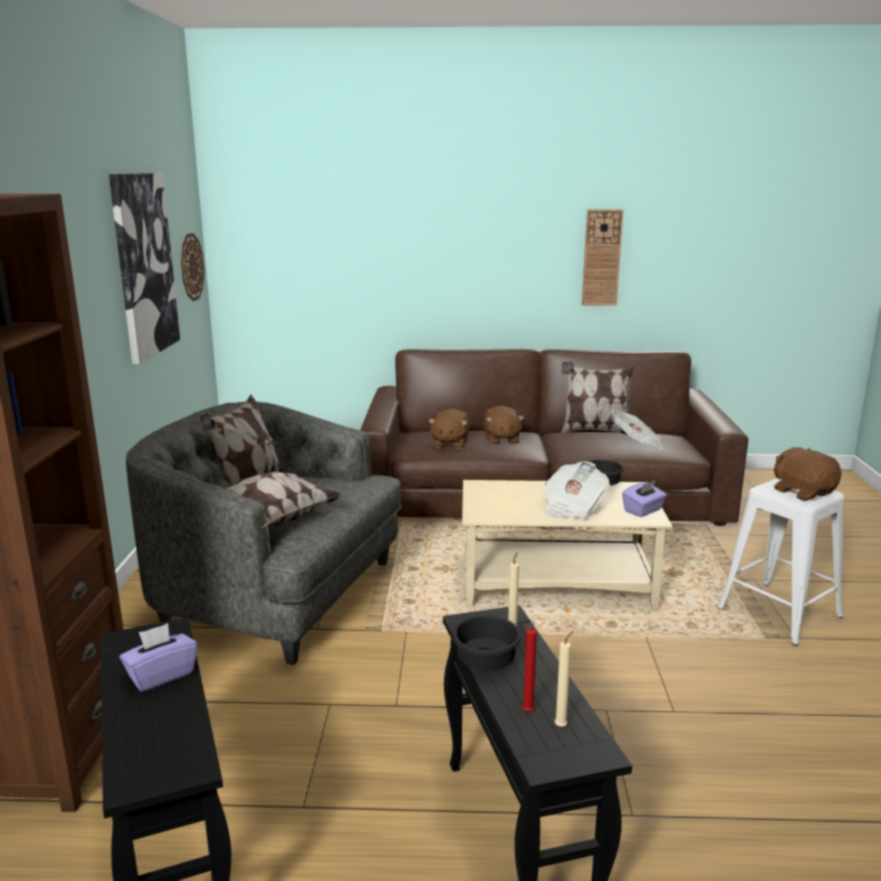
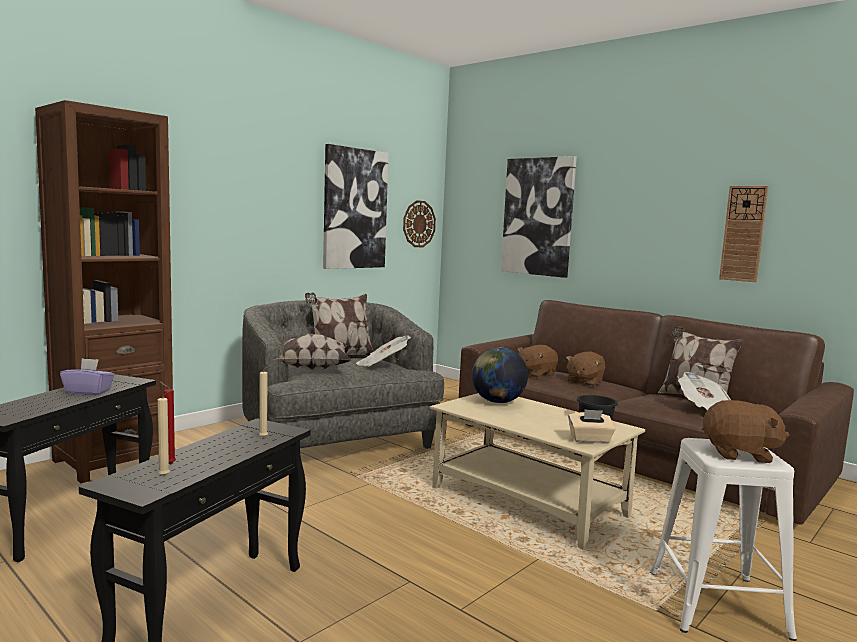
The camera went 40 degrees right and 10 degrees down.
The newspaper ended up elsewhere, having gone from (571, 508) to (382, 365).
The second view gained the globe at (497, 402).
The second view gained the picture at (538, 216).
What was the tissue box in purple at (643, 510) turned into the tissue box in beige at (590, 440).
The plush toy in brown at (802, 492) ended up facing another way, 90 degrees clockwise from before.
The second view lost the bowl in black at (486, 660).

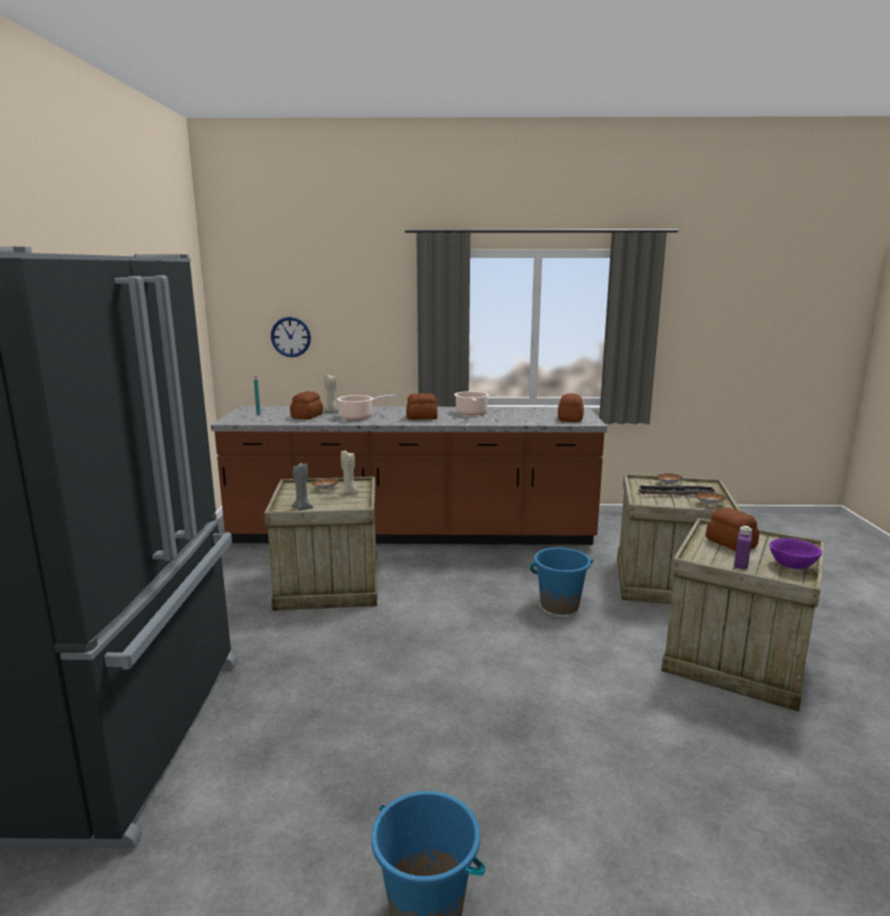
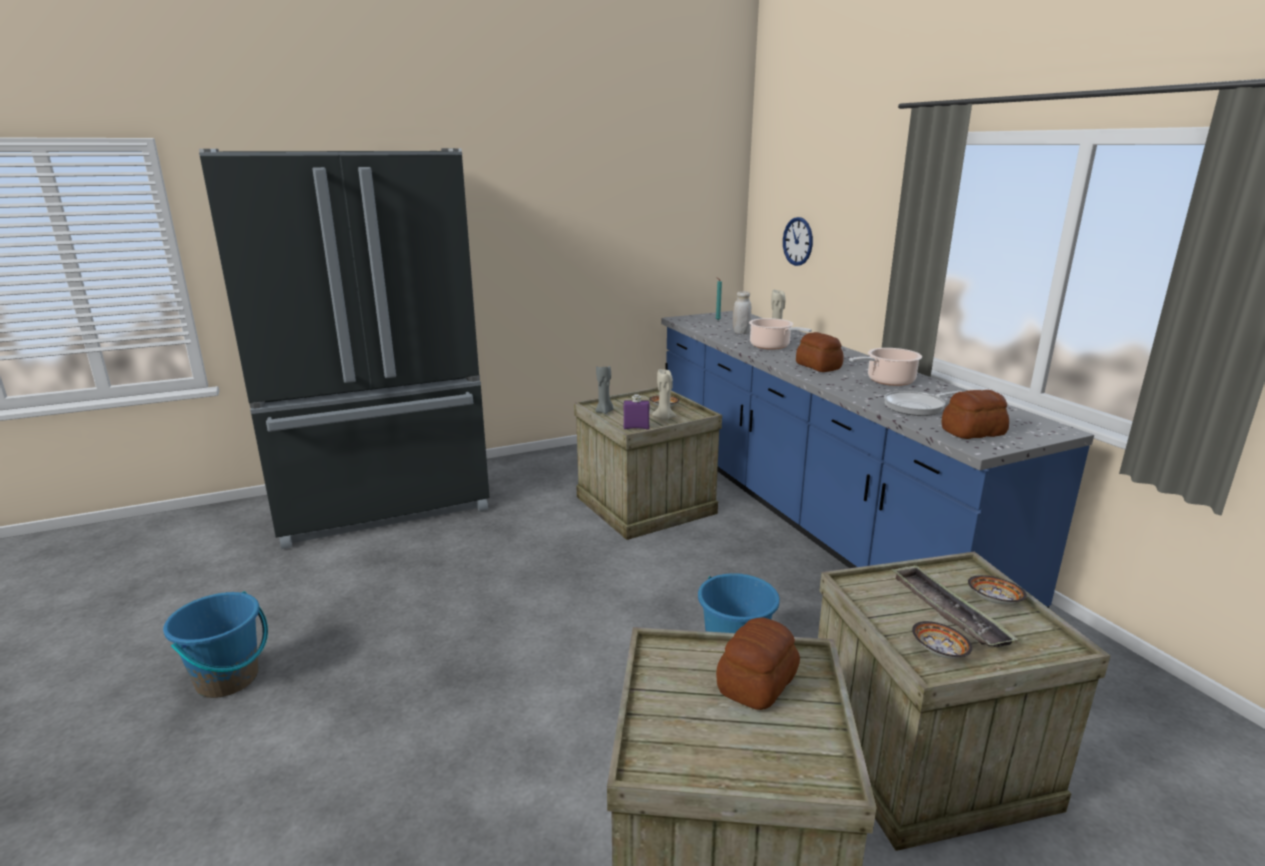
The camera went 65 degrees right and 5 degrees up.
The bottle in purple ended up elsewhere, having gone from (741, 563) to (636, 427).
What was the counter in brown at (412, 534) turned into the counter in blue at (808, 513).
Where the bread stood at (307, 416), the jar in white came to stand at (741, 332).
The second view gained the frying pan at (917, 407).
The second view lost the bowl in purple at (793, 566).

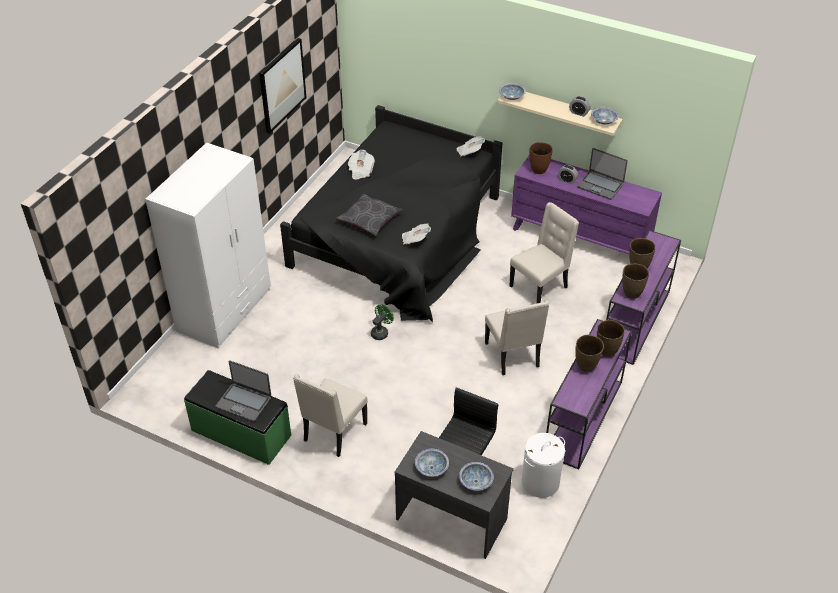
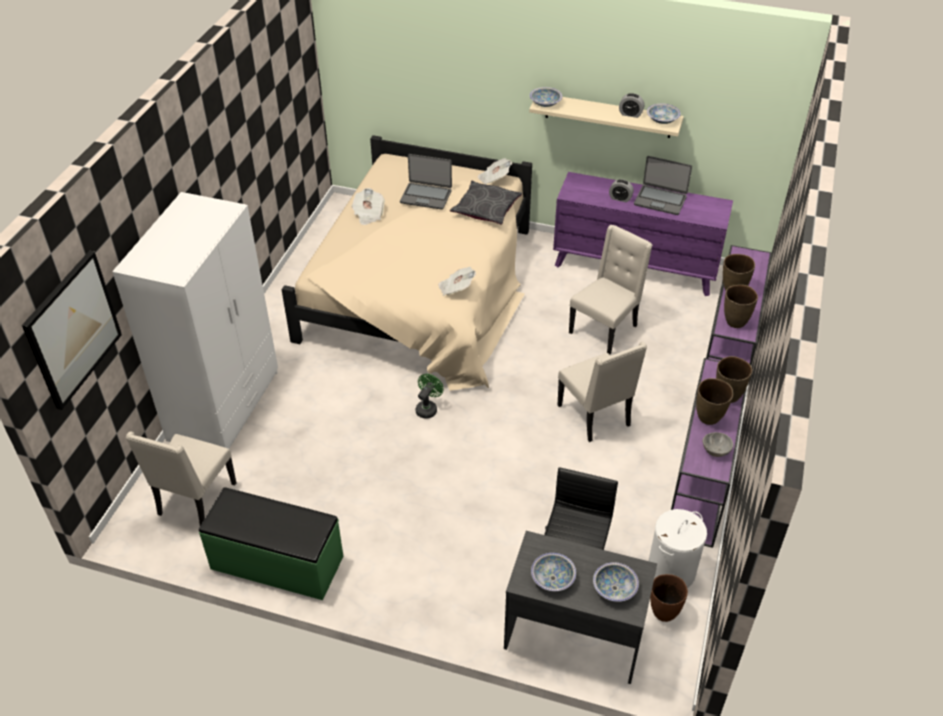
The camera went 10 degrees left and 0 degrees up.
The picture ended up elsewhere, having gone from (282, 85) to (72, 329).
The chair in beige ended up elsewhere, having gone from (334, 433) to (195, 500).
What was the bed in black at (399, 236) turned into the bed in beige at (422, 289).
The laptop ended up elsewhere, having gone from (244, 402) to (426, 196).
The pillow in grey ended up elsewhere, having gone from (369, 219) to (486, 209).
The vase in brown ended up elsewhere, having gone from (538, 170) to (663, 612).
The second view gained the bowl in grey at (715, 451).

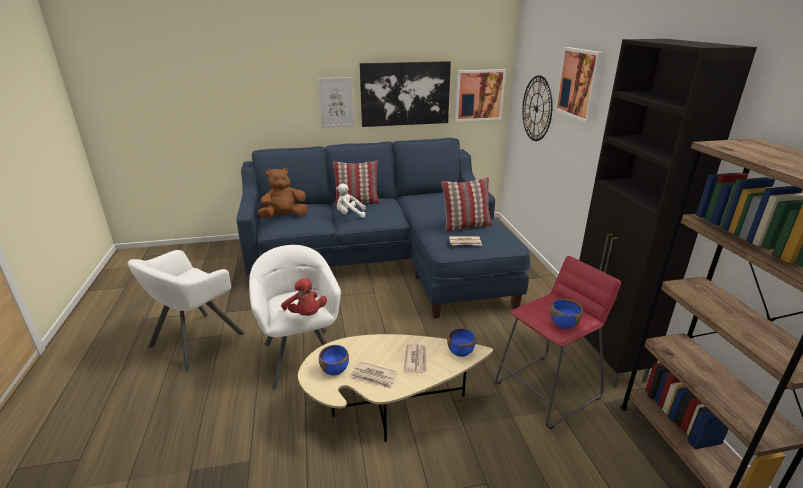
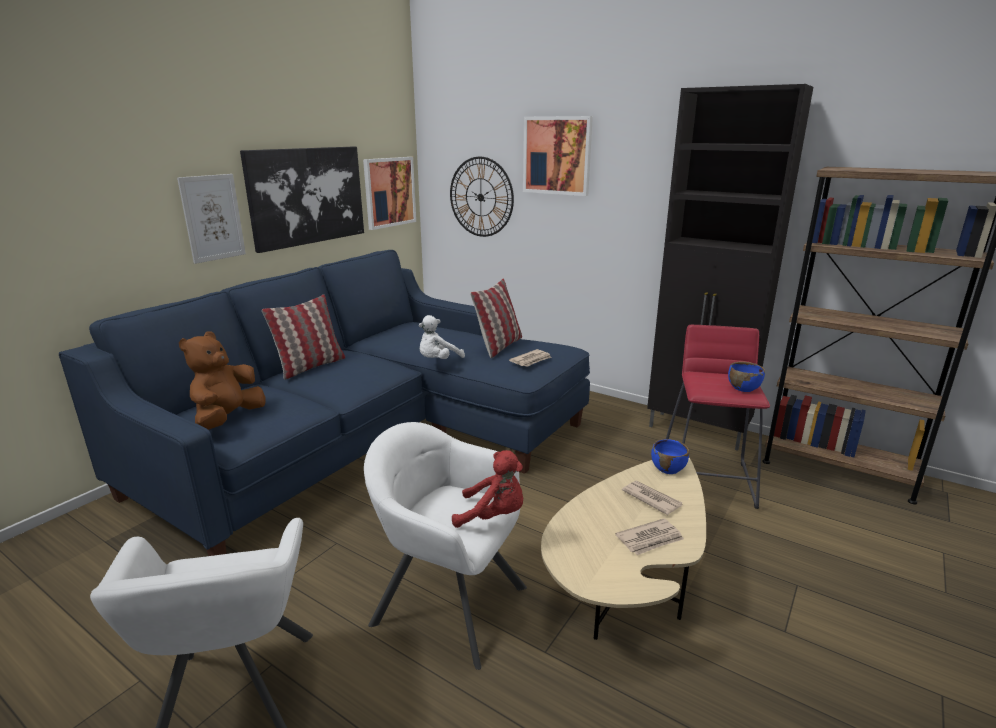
The camera went 45 degrees left and 5 degrees down.
The plush toy in white ended up elsewhere, having gone from (349, 214) to (438, 361).
The second view lost the bowl in blue at (335, 369).

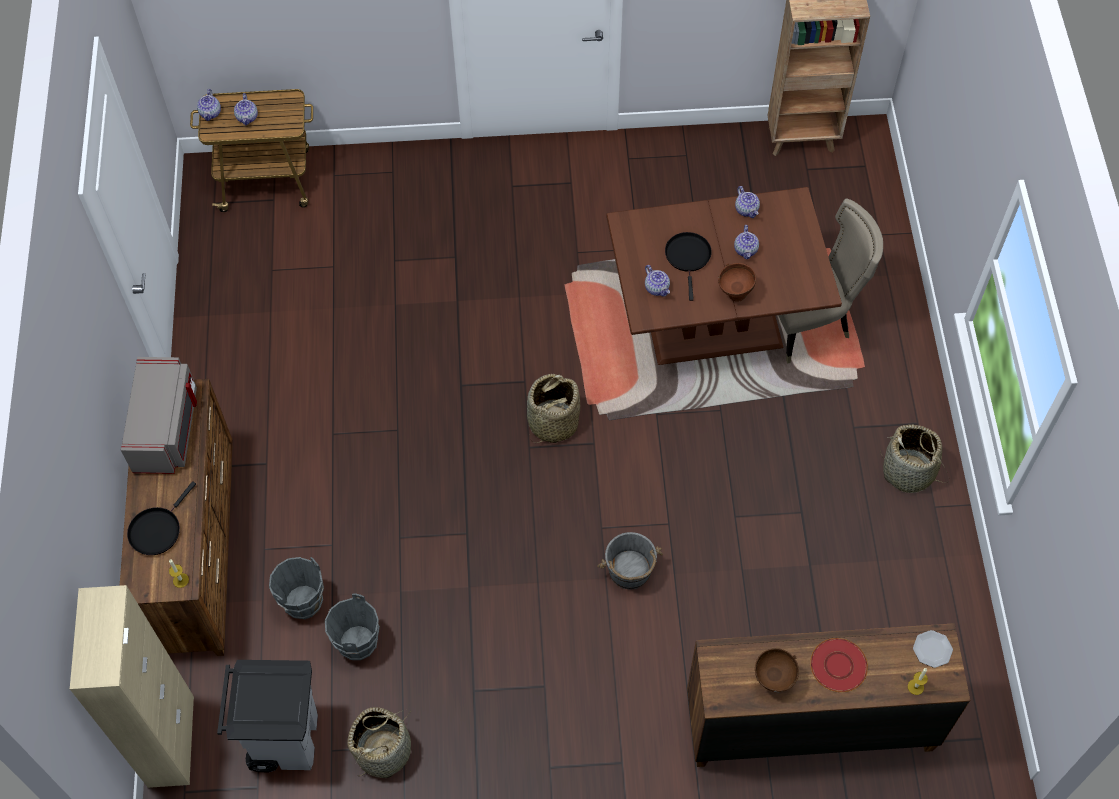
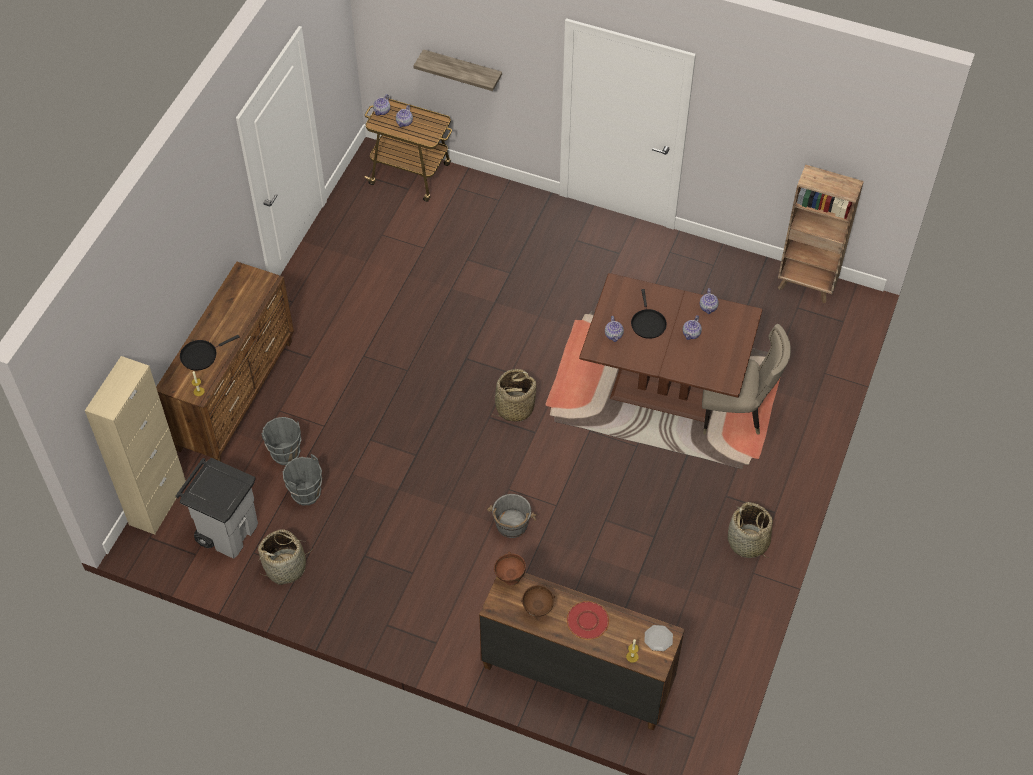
The camera went 25 degrees right and 5 degrees down.
The second view gained the shelf at (462, 70).
The bowl in brown ended up elsewhere, having gone from (735, 295) to (510, 579).
The frying pan in black at (688, 257) ended up facing another way, 150 degrees clockwise from before.
The second view lost the microwave in grey at (167, 429).

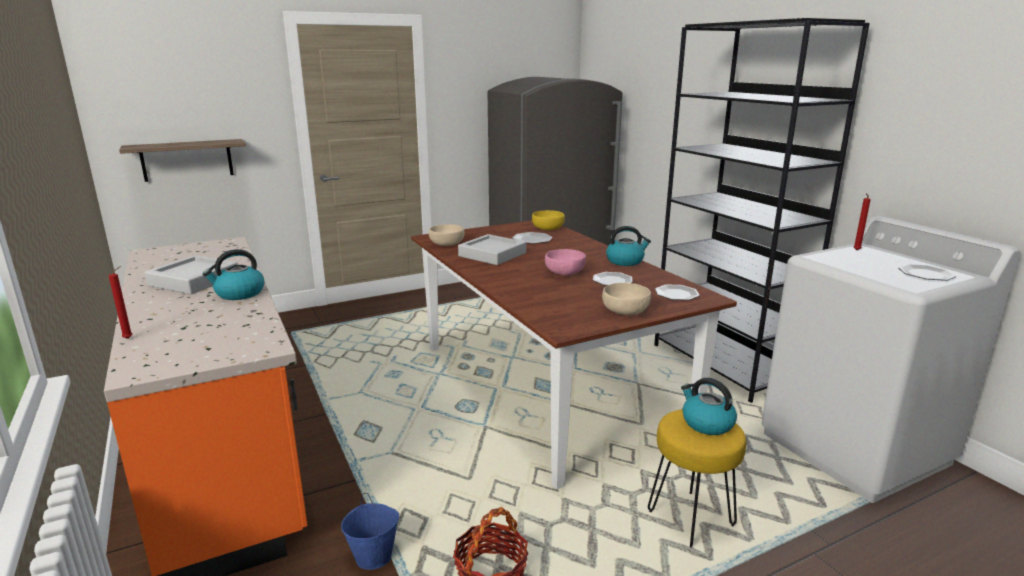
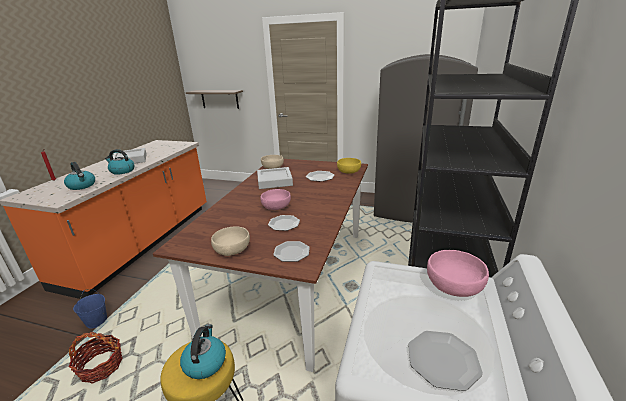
The camera went 45 degrees right and 5 degrees up.
The kettle ended up elsewhere, having gone from (625, 261) to (82, 186).
Where the candle in red stood at (856, 250), the bowl in pink came to stand at (453, 285).

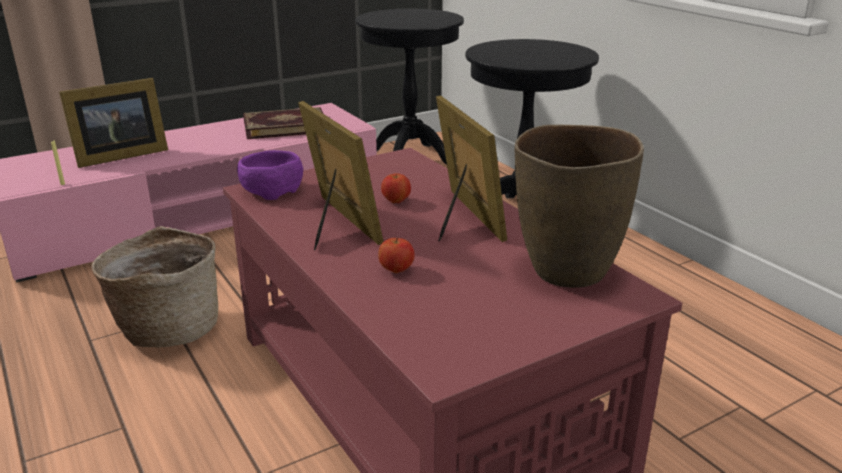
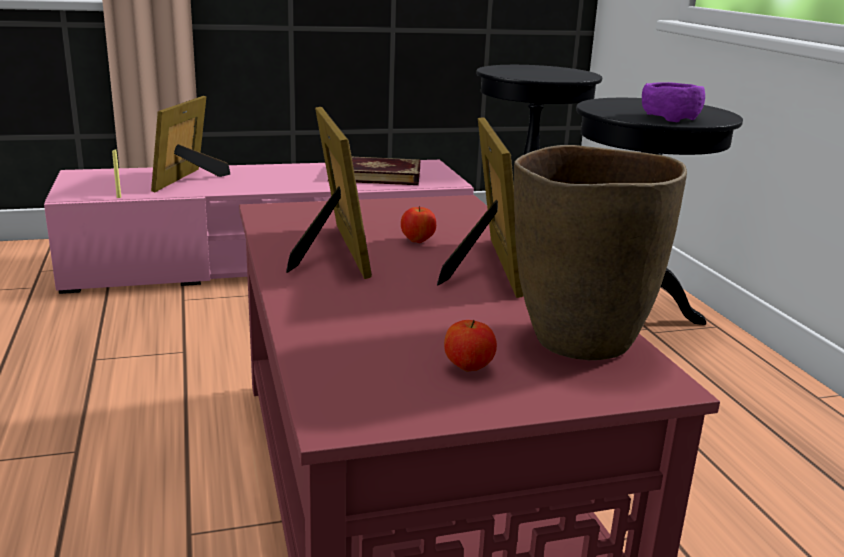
The camera went 15 degrees right and 5 degrees down.
The picture frame at (118, 156) ended up facing another way, 120 degrees clockwise from before.
The apple ended up elsewhere, having gone from (396, 270) to (468, 368).
The bowl in purple ended up elsewhere, having gone from (271, 190) to (668, 118).
The second view lost the basket at (168, 328).

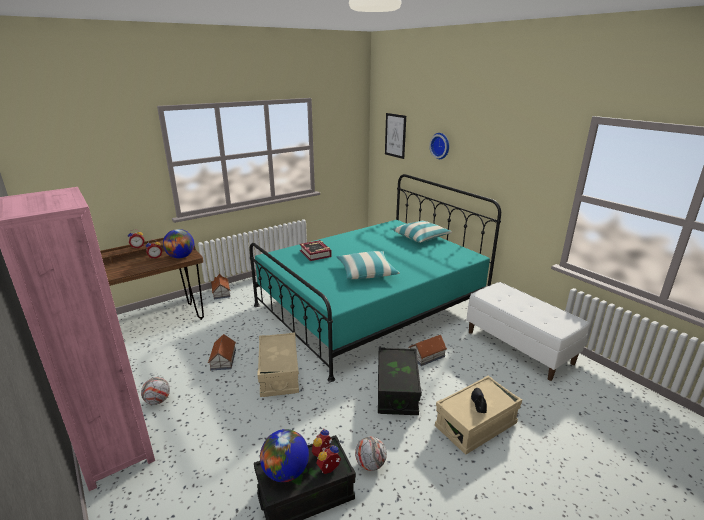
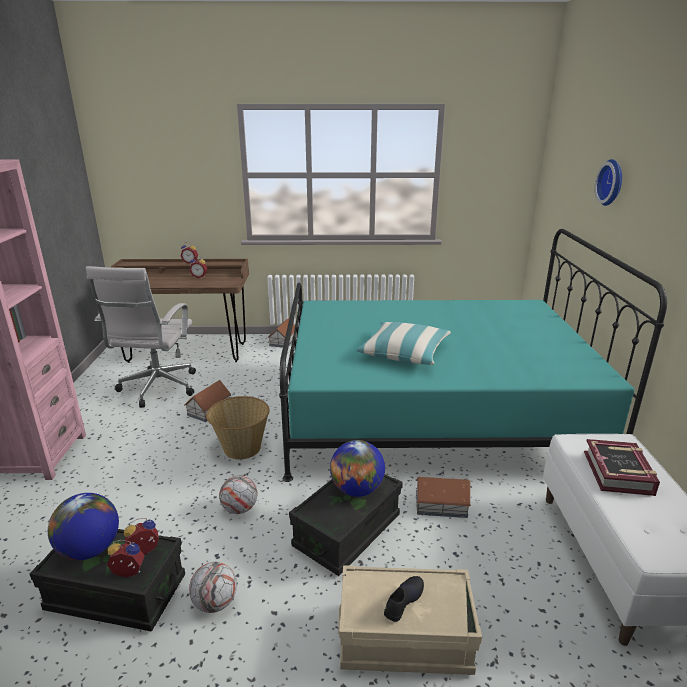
The camera went 35 degrees right and 0 degrees up.
The second view gained the office chair in white at (157, 389).
Where the storage box in beige stood at (279, 374), the basket came to stand at (241, 448).
The football ended up elsewhere, having gone from (157, 401) to (239, 508).
The globe ended up elsewhere, having gone from (181, 257) to (357, 489).
The book ended up elsewhere, having gone from (315, 253) to (618, 473).
The second view lost the picture at (395, 135).
The second view lost the pillow at (421, 237).

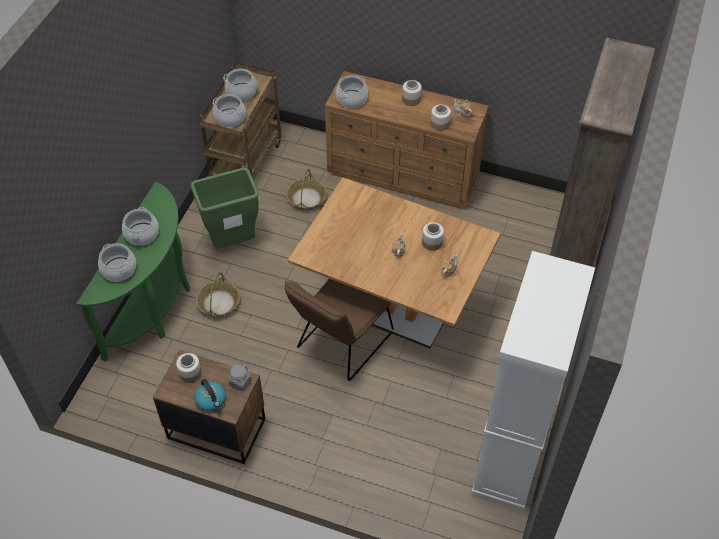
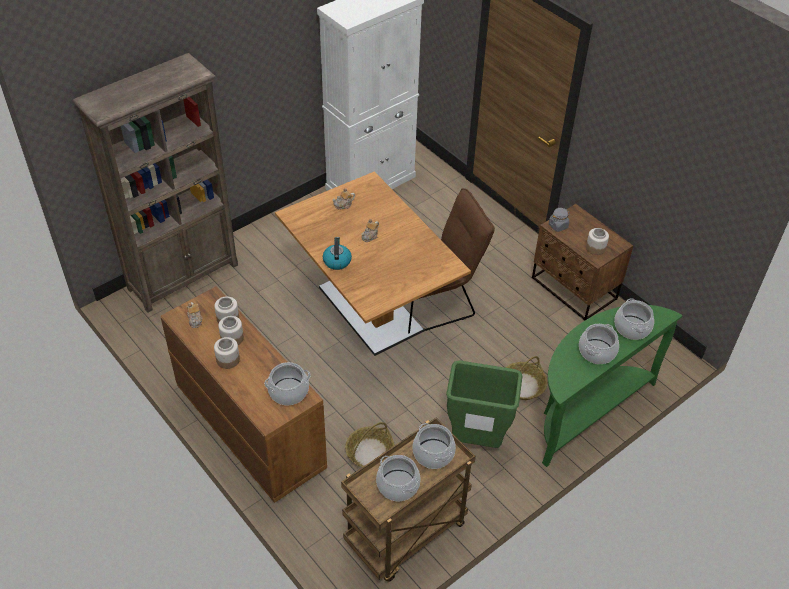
The camera went 150 degrees left and 5 degrees down.
The jar ended up elsewhere, having gone from (432, 242) to (232, 338).
The kettle ended up elsewhere, having gone from (211, 400) to (337, 261).

